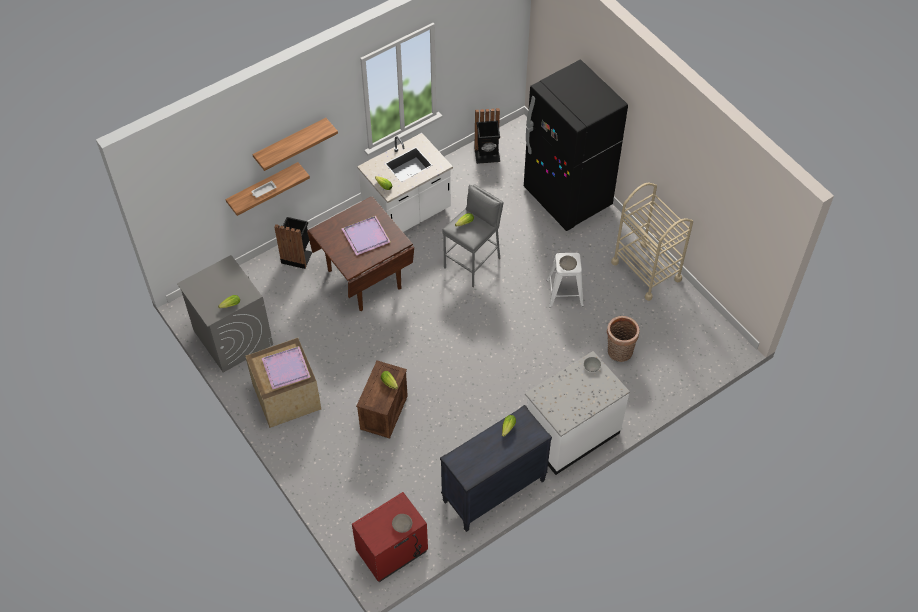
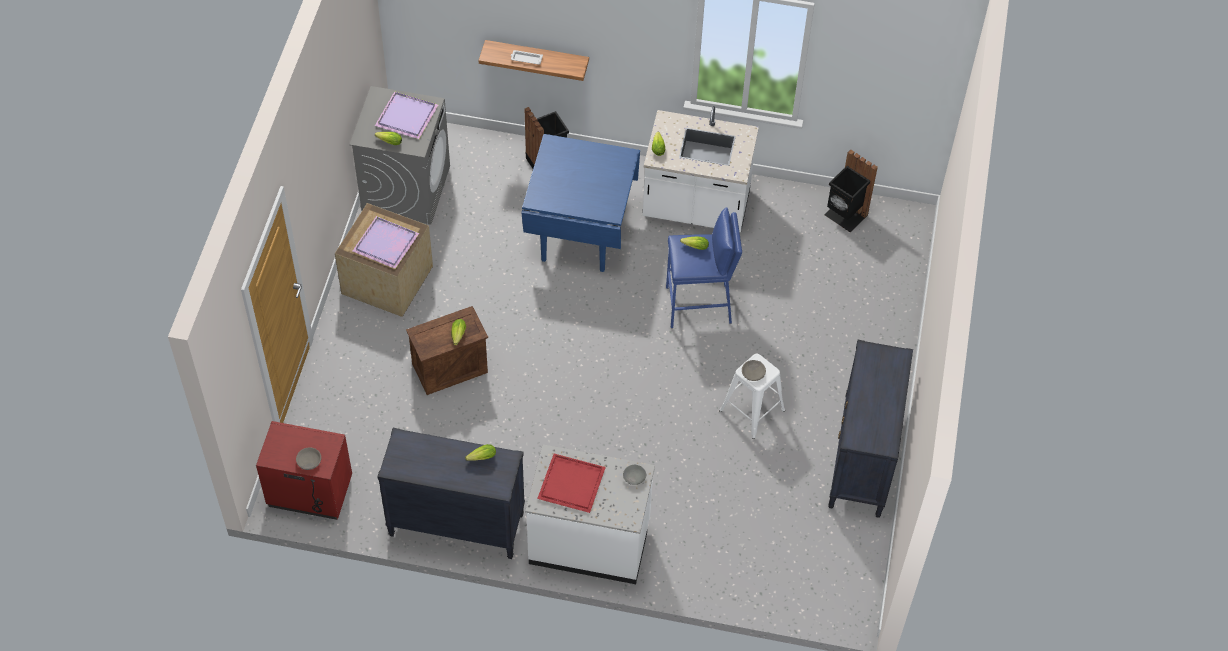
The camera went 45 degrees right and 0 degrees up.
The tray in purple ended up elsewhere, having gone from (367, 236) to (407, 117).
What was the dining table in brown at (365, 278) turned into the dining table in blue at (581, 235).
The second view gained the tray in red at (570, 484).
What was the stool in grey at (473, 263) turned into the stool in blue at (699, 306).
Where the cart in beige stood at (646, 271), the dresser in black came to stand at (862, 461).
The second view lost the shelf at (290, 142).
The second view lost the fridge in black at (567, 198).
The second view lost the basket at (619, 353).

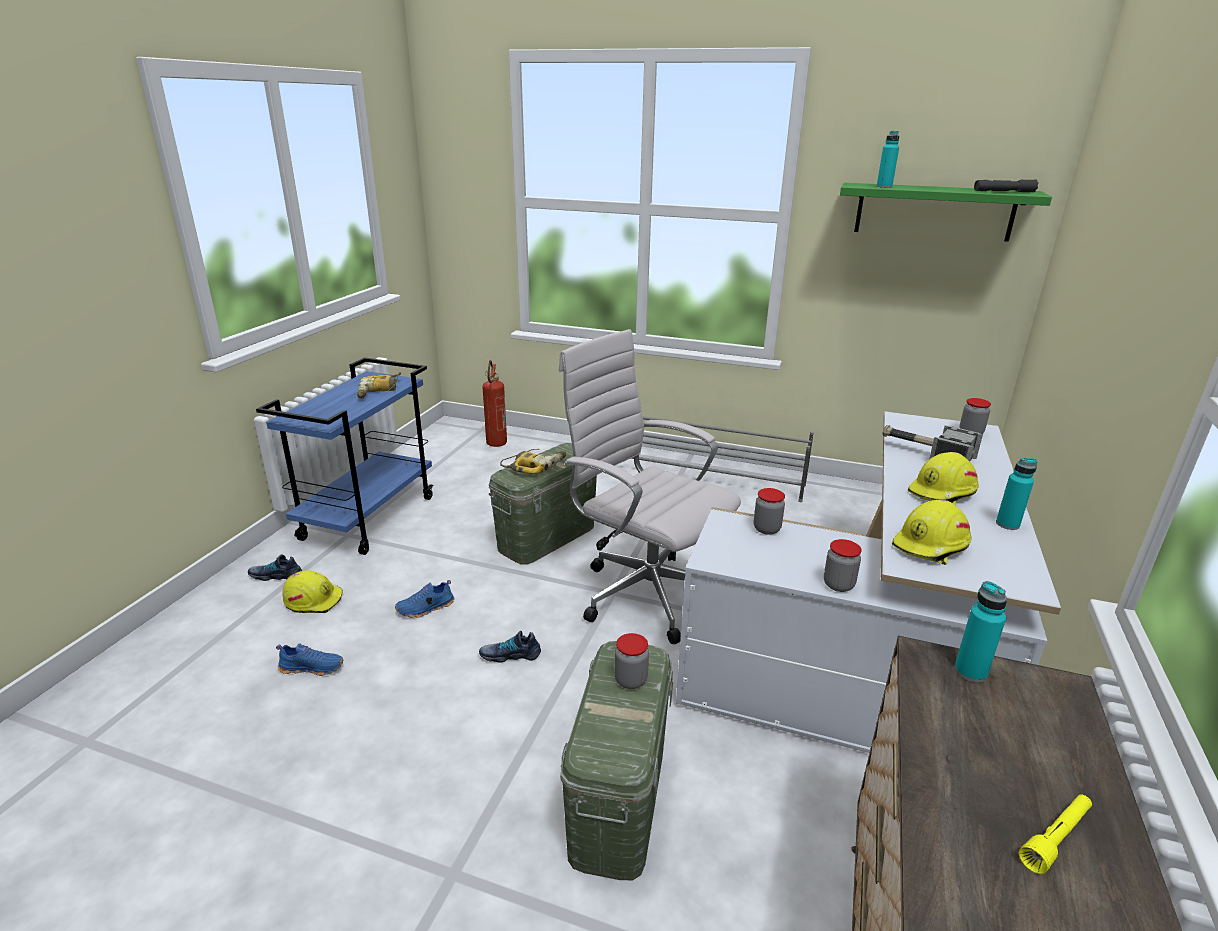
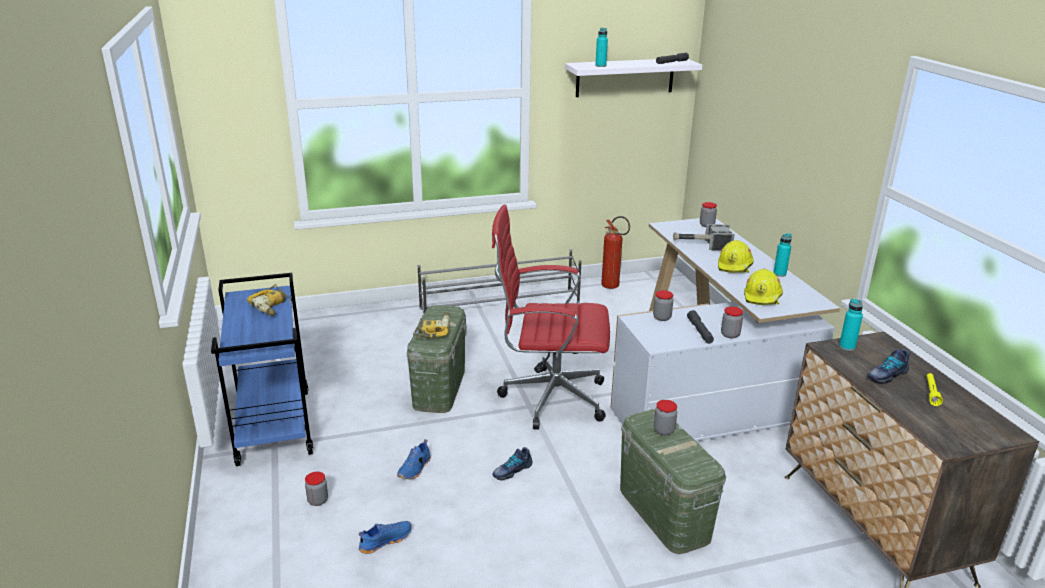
The camera went 35 degrees left and 0 degrees up.
Where the hard hat in yellow stood at (314, 600), the jar came to stand at (318, 500).
What was the office chair in white at (644, 593) turned into the office chair in red at (549, 398).
What was the shelf in green at (934, 211) turned into the shelf in white at (625, 77).
The fire extinguisher ended up elsewhere, having gone from (496, 445) to (613, 287).
The second view gained the flashlight in grey at (699, 331).
The shoe ended up elsewhere, having gone from (276, 575) to (886, 375).

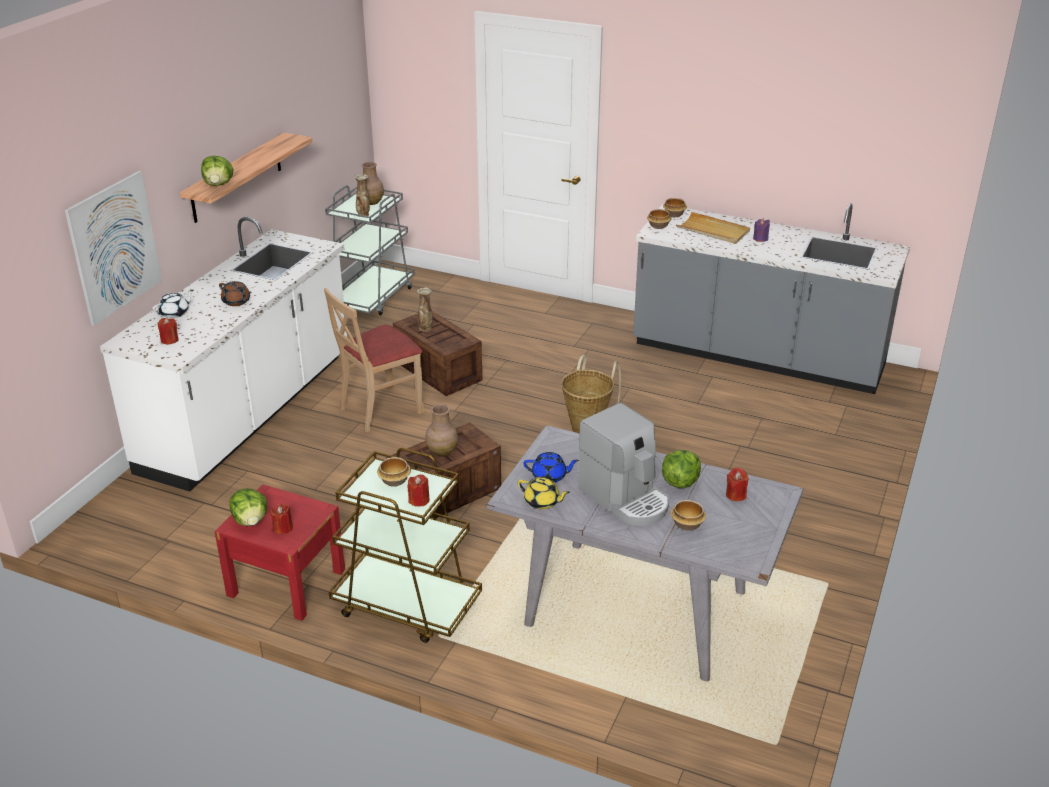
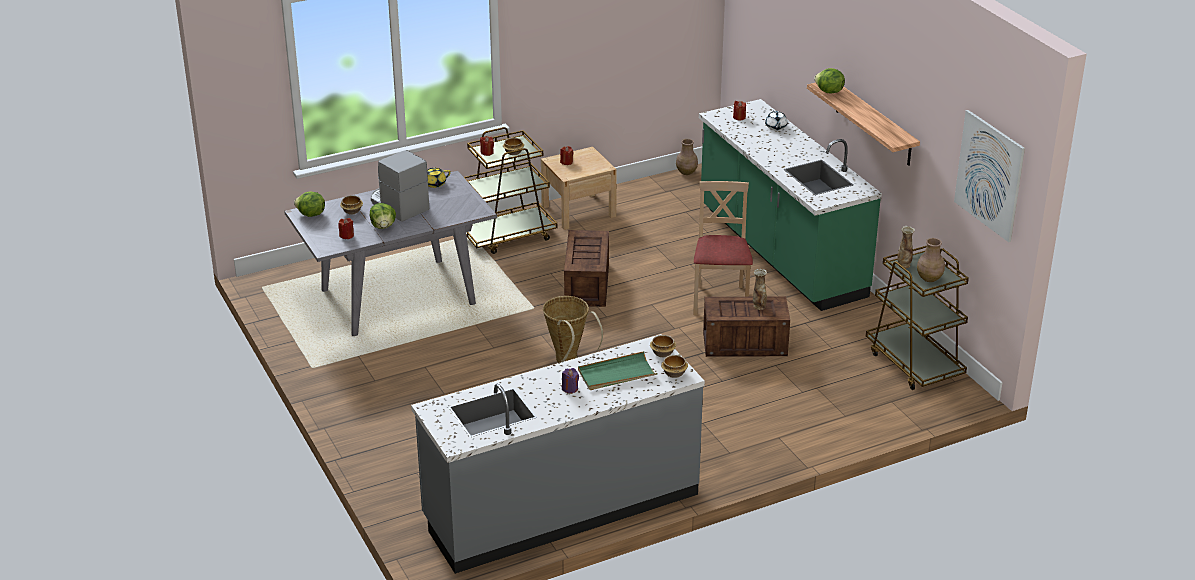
The camera went 130 degrees right and 0 degrees up.
The lettuce ended up elsewhere, having gone from (251, 521) to (311, 215).
The coffee machine at (625, 498) ended up facing another way, 45 degrees clockwise from before.
What was the nightstand in red at (286, 582) turned into the nightstand in beige at (578, 211).
What was the tray in beige at (713, 231) turned into the tray in green at (616, 374).
The vase in brown ended up elsewhere, having gone from (442, 451) to (687, 172).
What was the counter in white at (250, 413) turned into the counter in green at (779, 253).
What was the cart in grey at (372, 298) turned into the cart in brown at (914, 363).
The picture ended up elsewhere, having gone from (115, 247) to (989, 175).
The second view lost the teapot in brown at (236, 302).
The second view lost the teapot in blue at (550, 476).

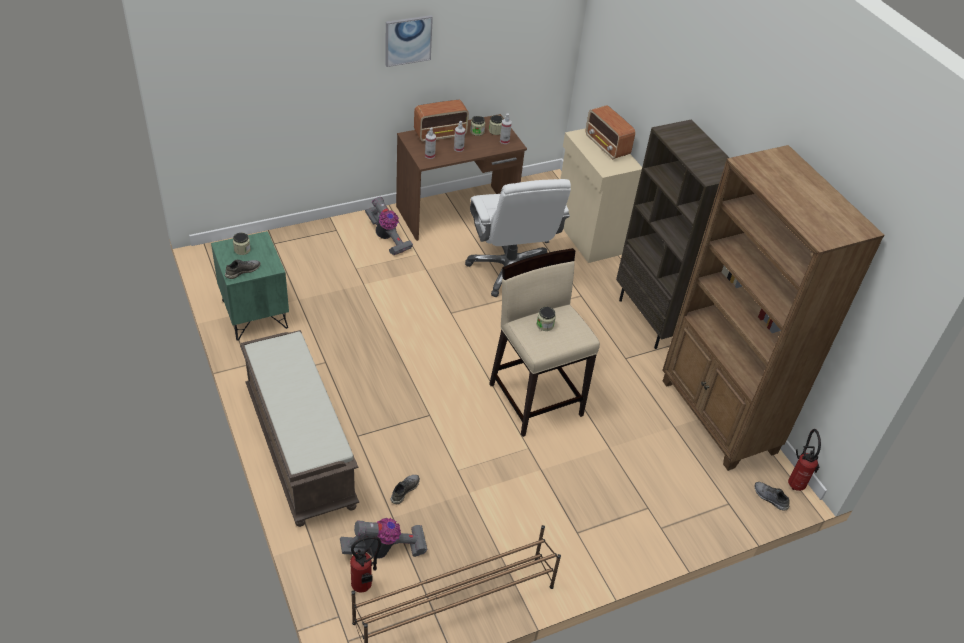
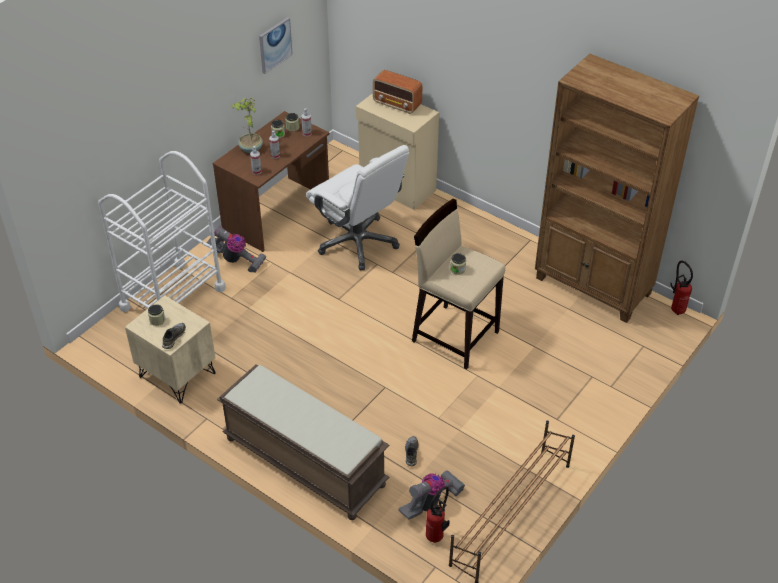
The camera went 25 degrees left and 0 degrees up.
The second view gained the cart in white at (173, 298).
What was the nightstand in green at (254, 314) turned into the nightstand in beige at (177, 375).
Where the radio stood at (441, 134), the potted plant came to stand at (250, 149).
The picture ended up elsewhere, having gone from (408, 40) to (275, 45).
The second view lost the bookcase in brown at (652, 320).
The second view lost the shoe in grey at (769, 498).

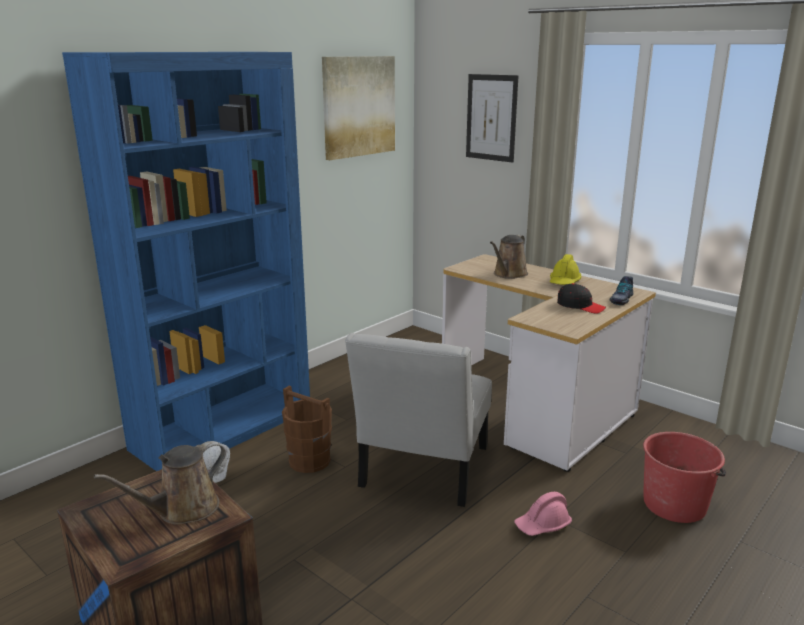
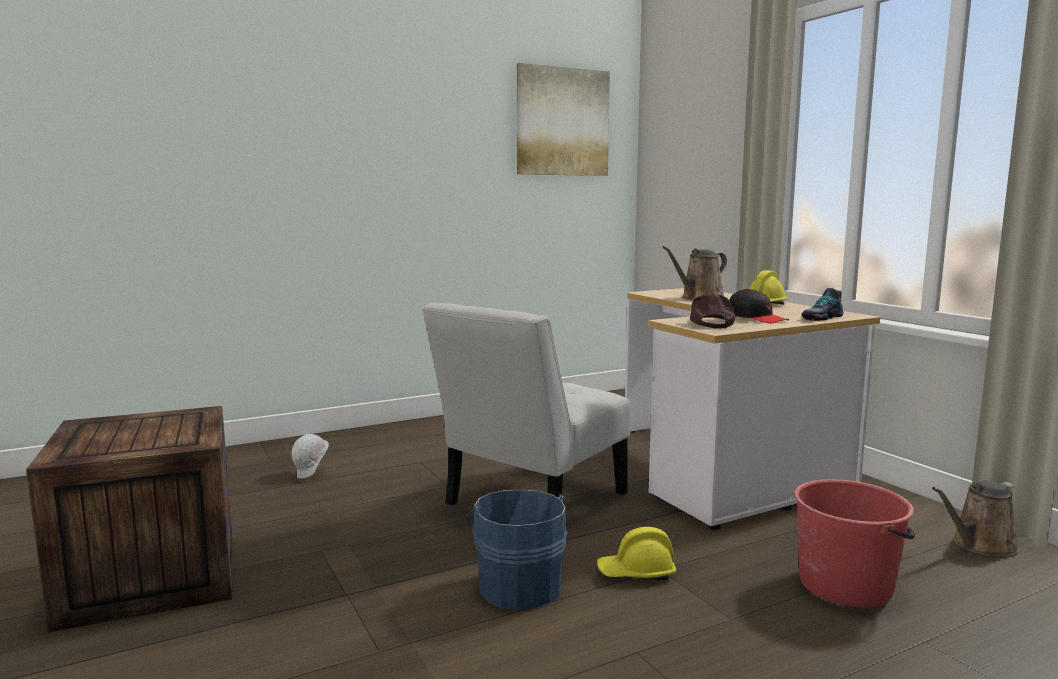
The camera went 20 degrees right and 10 degrees down.
The second view gained the bucket in blue at (519, 585).
What was the hard hat in pink at (542, 525) turned into the hard hat in yellow at (636, 573).
The second view gained the cap in brown at (710, 323).
The watering can in brown ended up elsewhere, having gone from (182, 510) to (980, 545).
The second view lost the bookcase in blue at (224, 429).
The second view lost the bucket in brown at (309, 461).
The second view lost the picture at (491, 118).

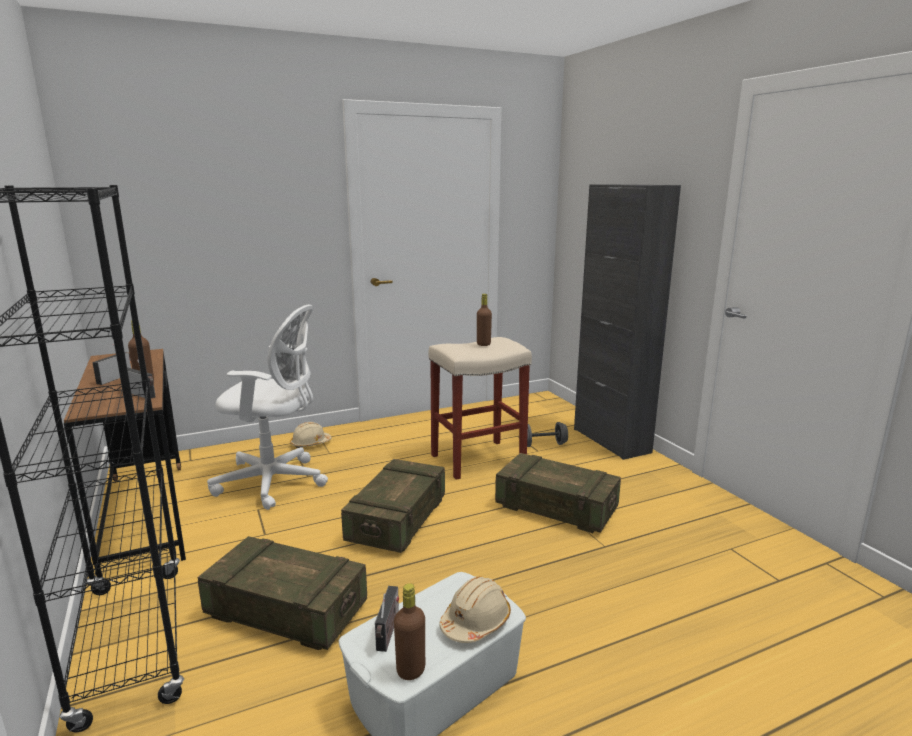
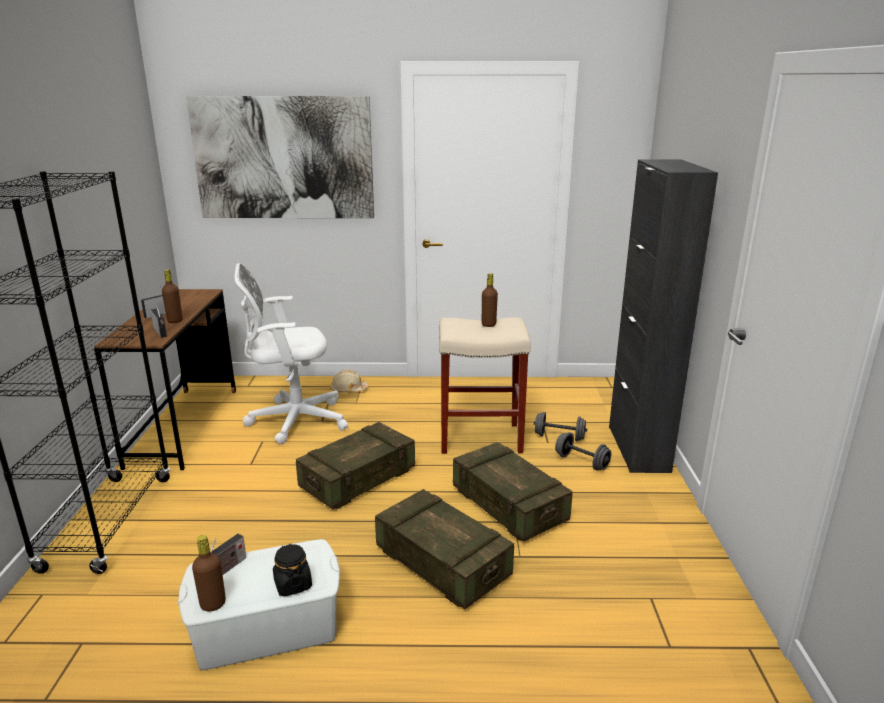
The camera went 25 degrees right and 5 degrees up.
The second view gained the picture at (284, 158).
The office chair in white at (275, 482) ended up facing another way, 135 degrees clockwise from before.
Where the hard hat in beige stood at (475, 622), the jar in black came to stand at (293, 584).
The crate ended up elsewhere, having gone from (286, 611) to (442, 563).
The second view gained the dumbbell in grey at (581, 462).

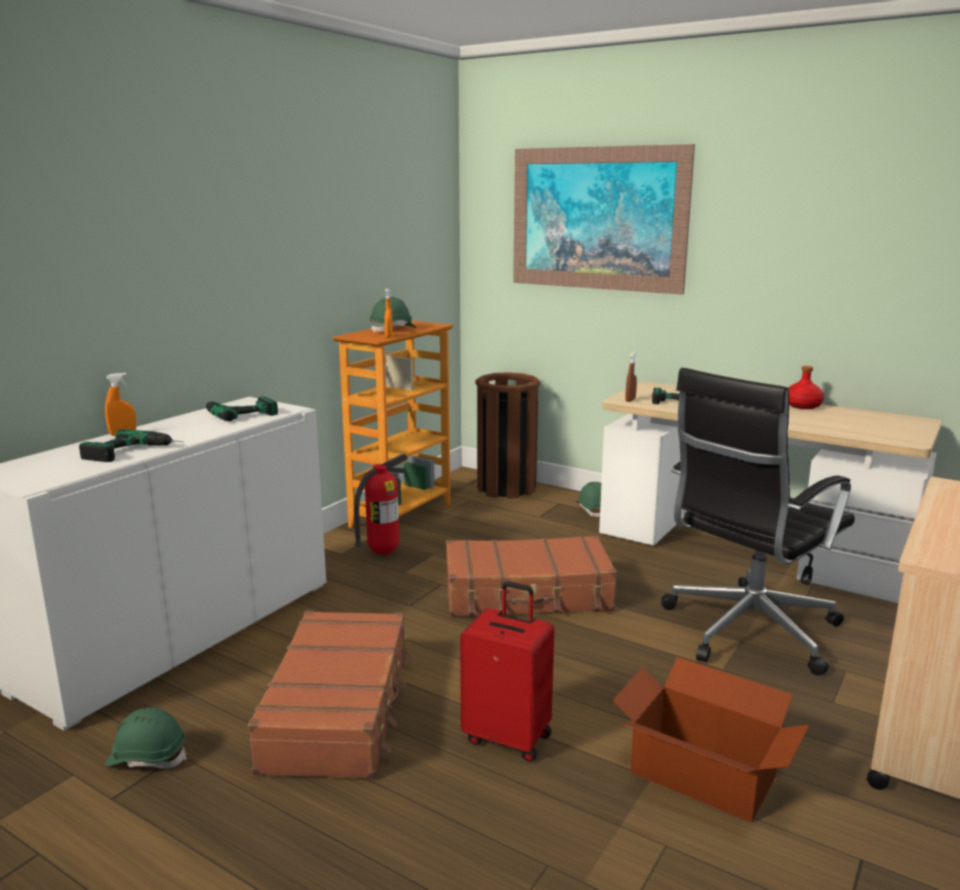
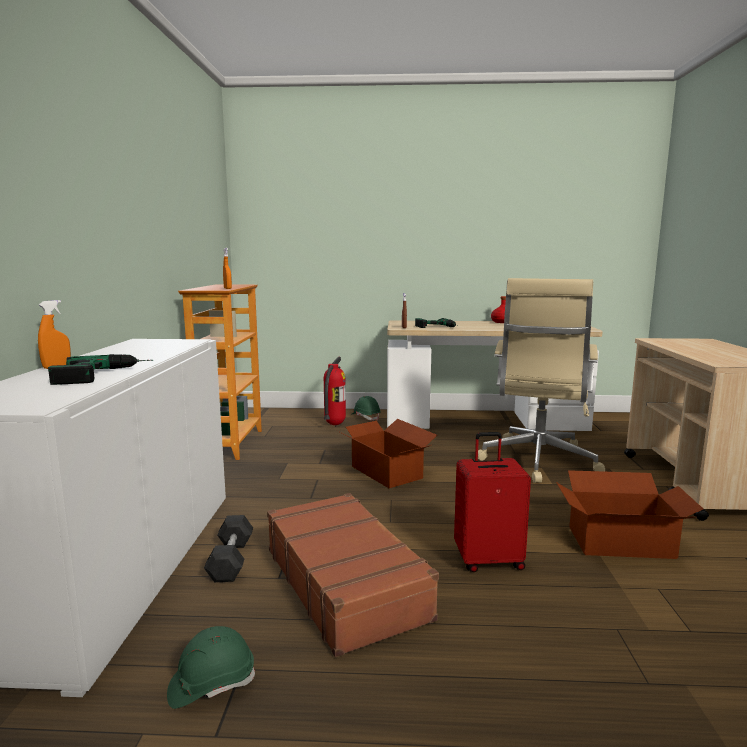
The camera went 30 degrees left and 5 degrees down.
The second view gained the dumbbell in black at (231, 560).
The fire extinguisher ended up elsewhere, having gone from (383, 553) to (334, 424).
Where the suitcase in brown stood at (528, 594), the cardboard box came to stand at (386, 472).
What was the office chair in black at (746, 631) turned into the office chair in beige at (537, 461).
The second view lost the power drill at (237, 412).
The second view lost the hard hat in green at (393, 329).
The second view lost the trash can in brown at (506, 488).
The second view lost the picture at (597, 219).

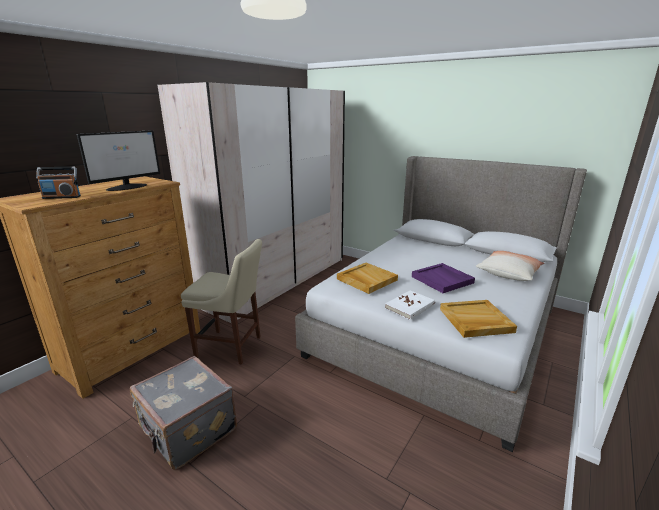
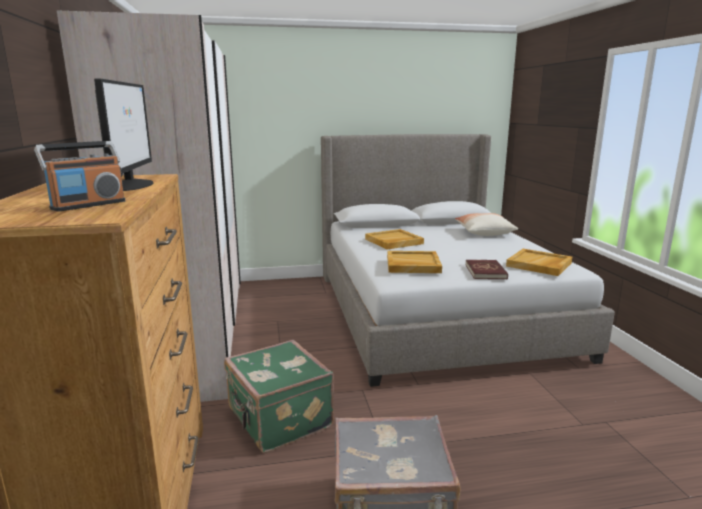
The camera went 45 degrees left and 5 degrees down.
Where the chair in beige stood at (231, 347), the suitcase in green came to stand at (278, 419).
The second view gained the tray in beige at (393, 241).
What was the book in white at (410, 306) turned into the book in red at (485, 271).
The second view lost the tray in purple at (442, 280).

